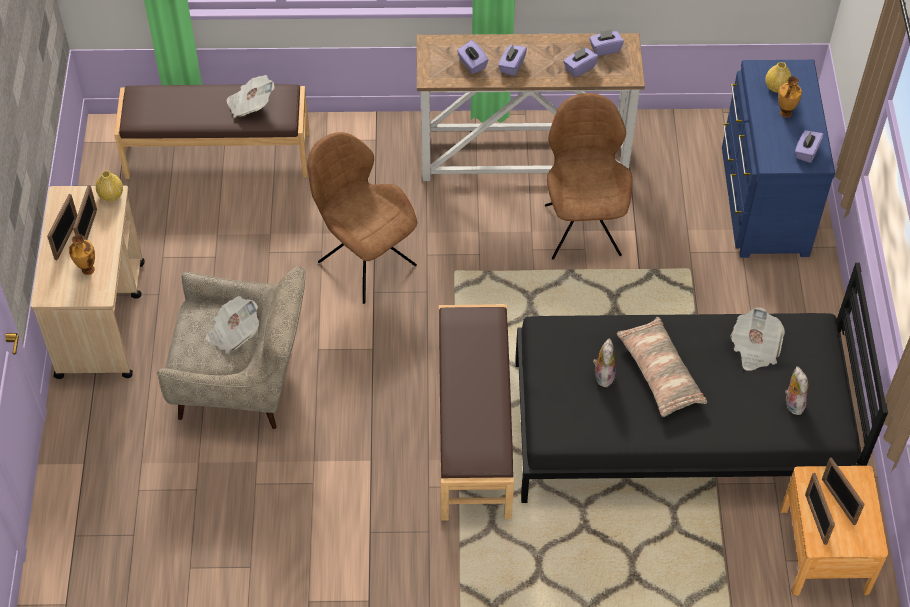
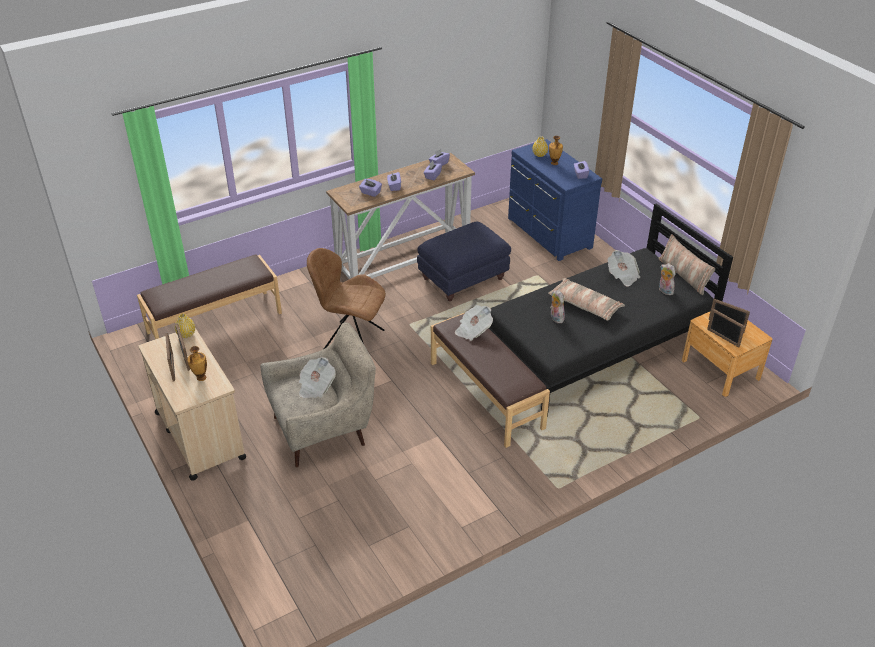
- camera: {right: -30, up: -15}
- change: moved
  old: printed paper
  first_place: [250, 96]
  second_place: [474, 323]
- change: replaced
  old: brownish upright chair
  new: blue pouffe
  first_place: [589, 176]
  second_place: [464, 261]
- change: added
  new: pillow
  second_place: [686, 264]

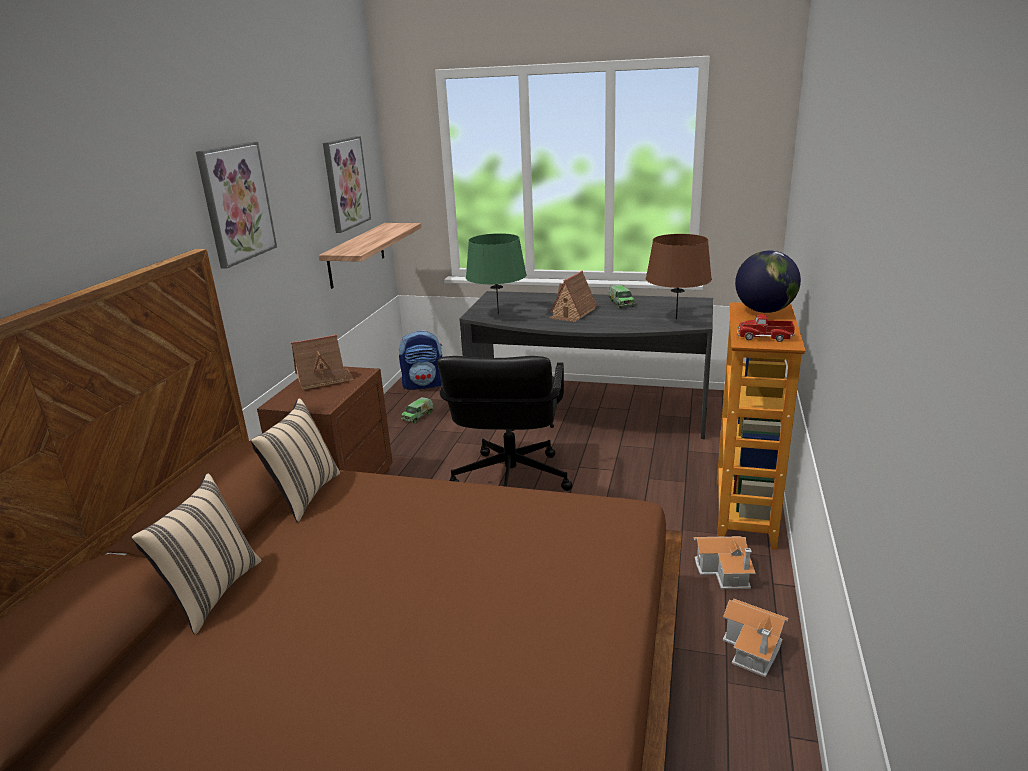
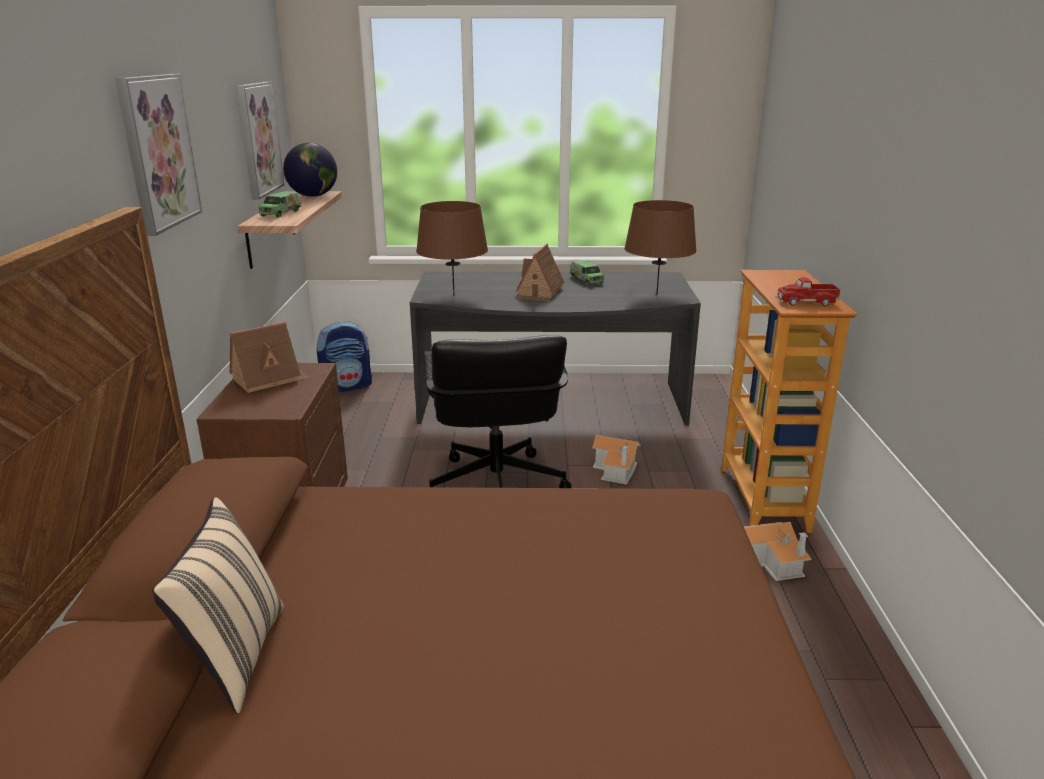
- camera: {right: -15, up: 0}
- change: removed
  old: beige-coloured pillow
  first_place: [295, 460]
- change: moved
  old: toy truck
  first_place: [417, 410]
  second_place: [280, 204]
- change: recoloured
  old: greenish table lamp
  new: brownish table lamp
  first_place: [496, 274]
  second_place: [452, 248]
- change: moved
  old: toy house
  first_place: [755, 638]
  second_place: [616, 460]
- change: moved
  old: world globe
  first_place: [768, 282]
  second_place: [310, 170]

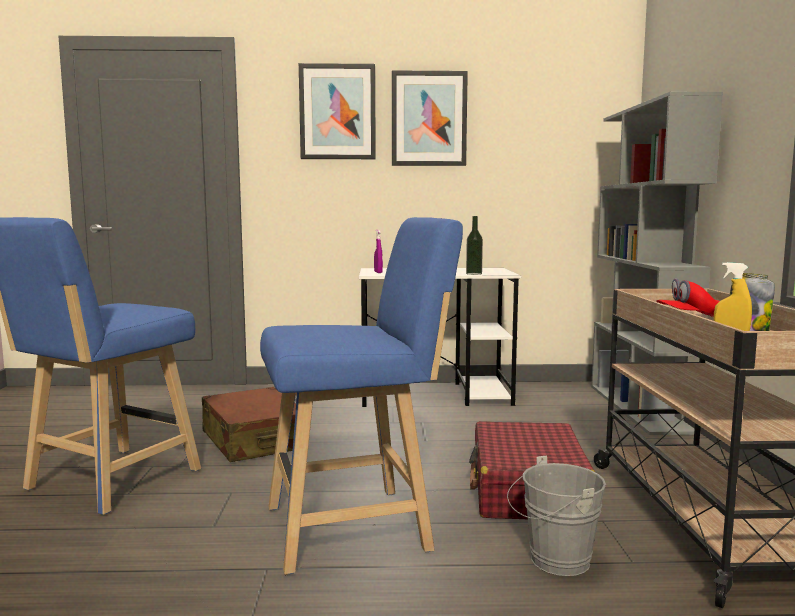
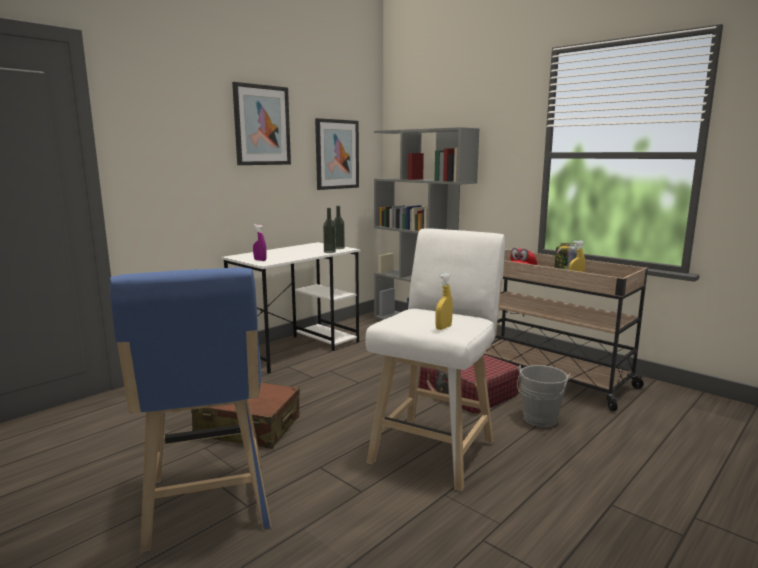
- camera: {right: -45, up: 5}
- change: recoloured
  old: blue stool
  new: whitish stool
  first_place: [361, 396]
  second_place: [435, 359]
- change: moved
  old: picture
  first_place: [337, 111]
  second_place: [337, 154]
- change: added
  new: bottle
  second_place: [339, 227]
- change: added
  new: yellow sprayer
  second_place: [444, 301]

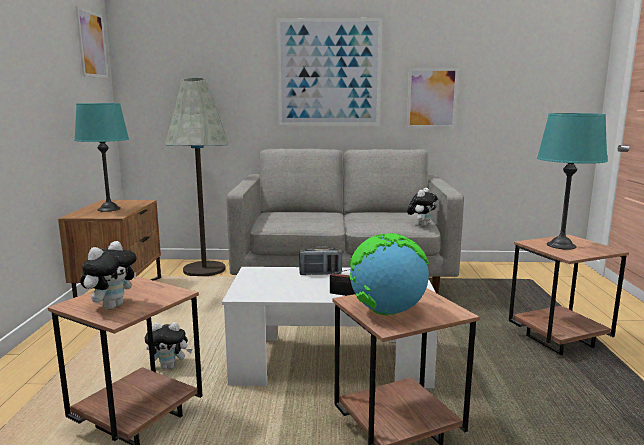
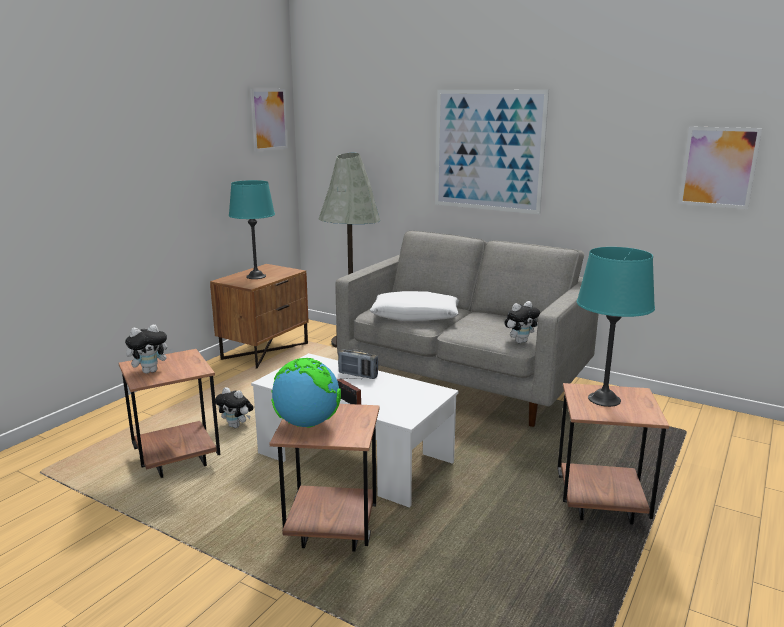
- camera: {right: 30, up: 5}
- change: moved
  old: picture
  first_place: [433, 98]
  second_place: [720, 167]
- change: added
  new: whitish pillow
  second_place: [414, 306]

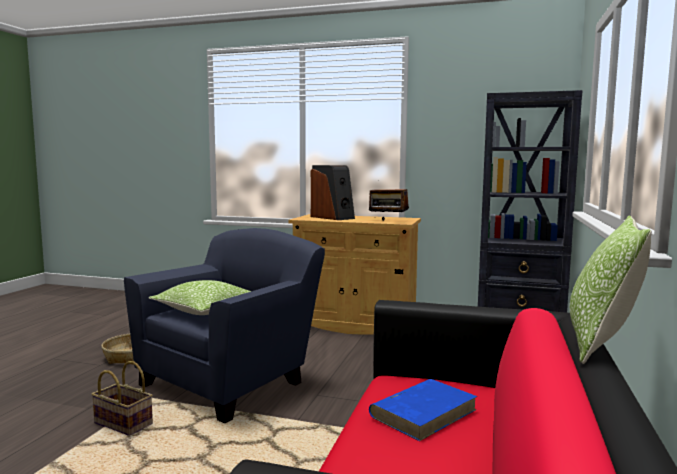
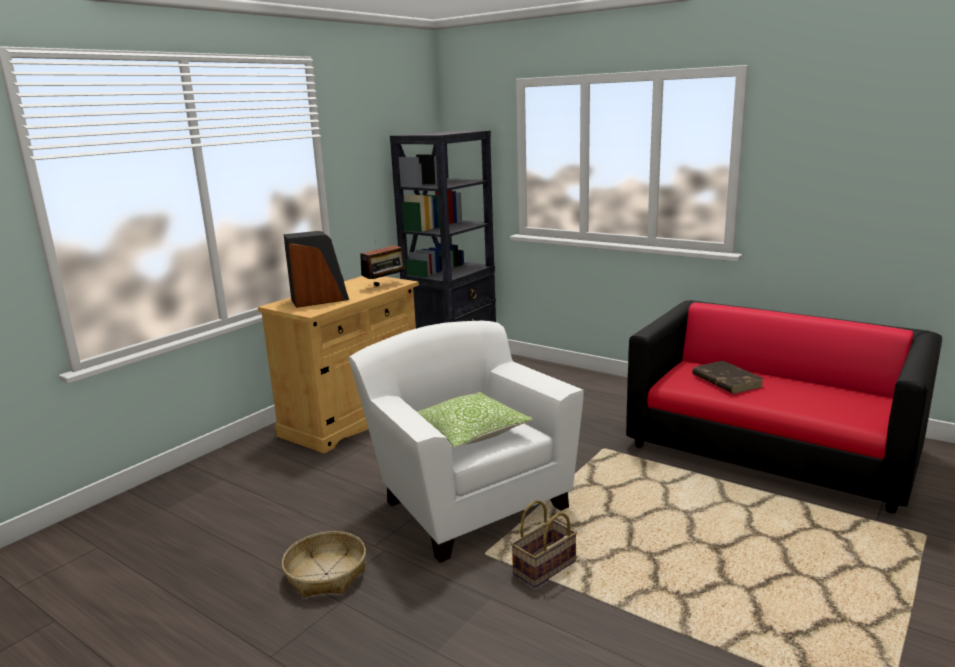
- camera: {right: -70, up: 10}
- change: recoloured
  old: blue lounge chair
  new: whitish lounge chair
  first_place: [224, 325]
  second_place: [466, 442]
- change: recoloured
  old: blue volume
  new: brownish volume
  first_place: [423, 410]
  second_place: [728, 377]
- change: removed
  old: pillow
  first_place: [611, 289]

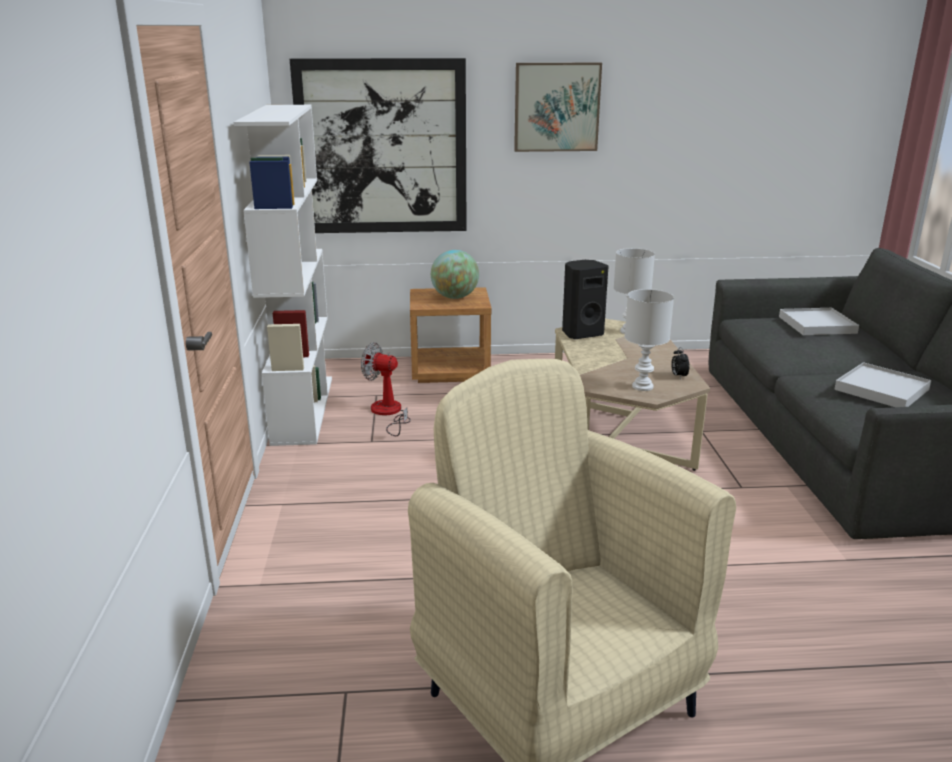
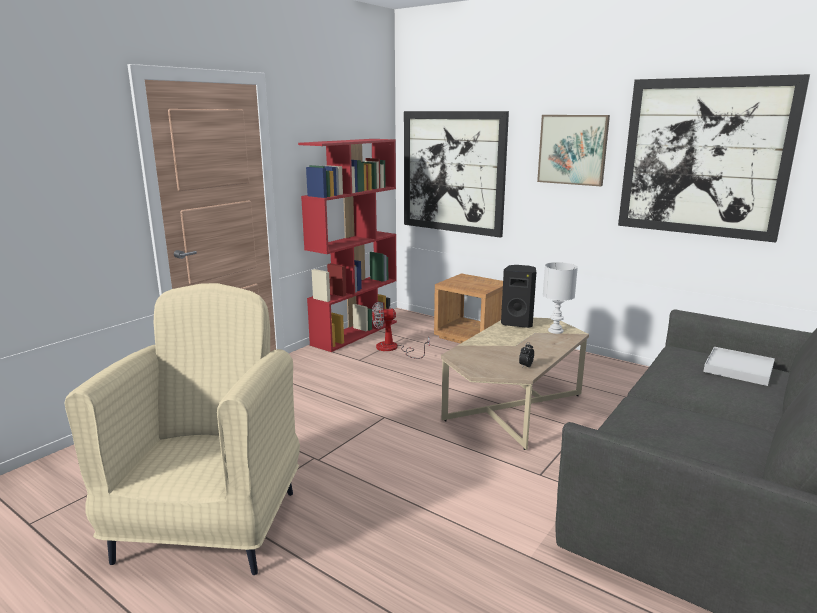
- camera: {right: 40, up: -5}
- change: recoloured
  old: whitish bookshelf
  new: red bookshelf
  first_place: [283, 275]
  second_place: [347, 245]
- change: turned
  old: fan
  first_place: [386, 389]
  second_place: [401, 330]
  degrees: -75
- change: removed
  old: world globe
  first_place: [455, 274]
- change: removed
  old: whitish table lamp
  first_place: [649, 340]
- change: removed
  old: whitish tray
  first_place: [882, 384]
- change: added
  new: picture
  second_place: [714, 158]

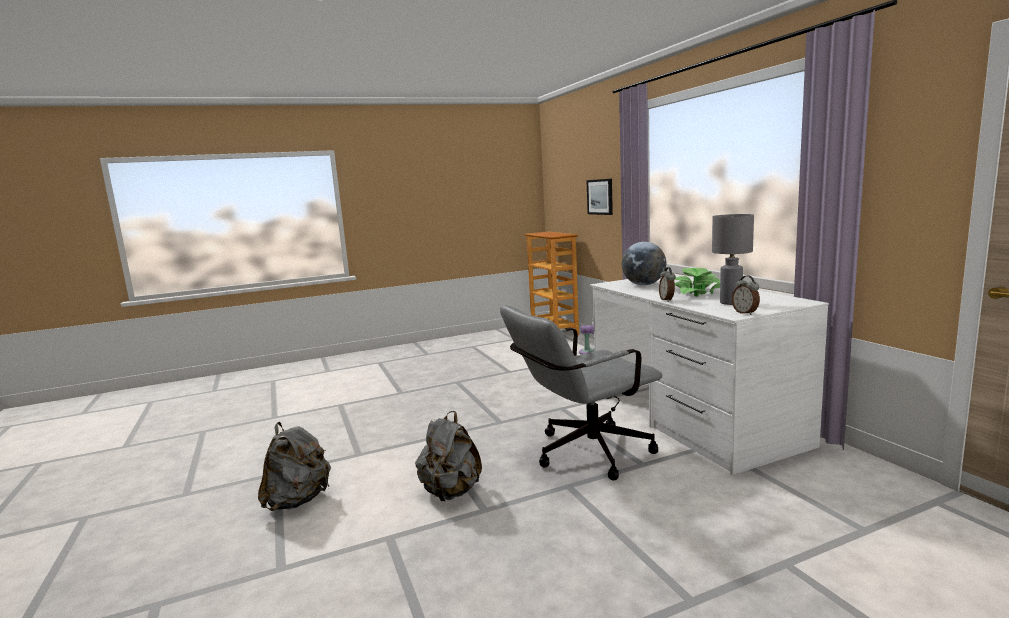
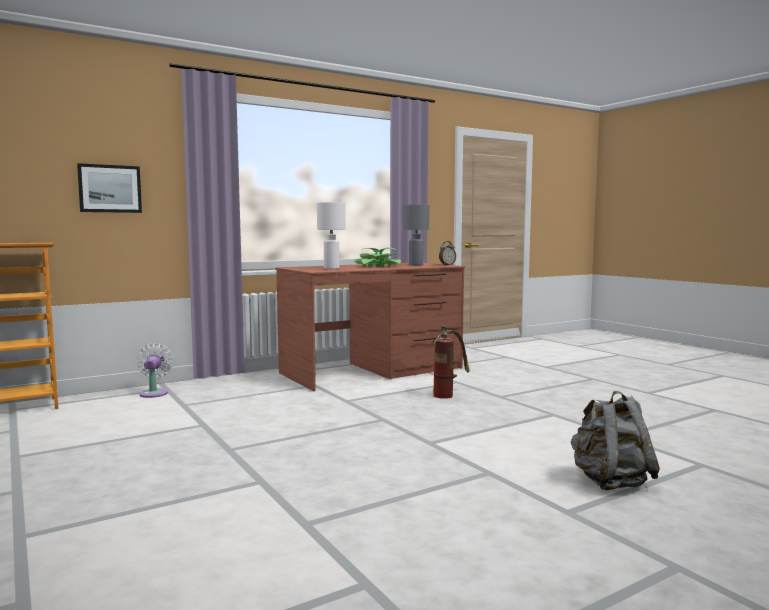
- camera: {right: -100, up: -5}
- change: removed
  old: greyish knapsack
  first_place: [448, 456]
- change: replaced
  old: greyish office chair
  new: fire-fighting cylinder
  first_place: [581, 392]
  second_place: [450, 362]
- change: recoloured
  old: whitish desk
  new: brownish desk
  first_place: [709, 375]
  second_place: [370, 327]
- change: replaced
  old: world globe
  new: whitish table lamp
  first_place: [644, 263]
  second_place: [331, 235]
- change: removed
  old: bedside clock
  first_place: [667, 284]

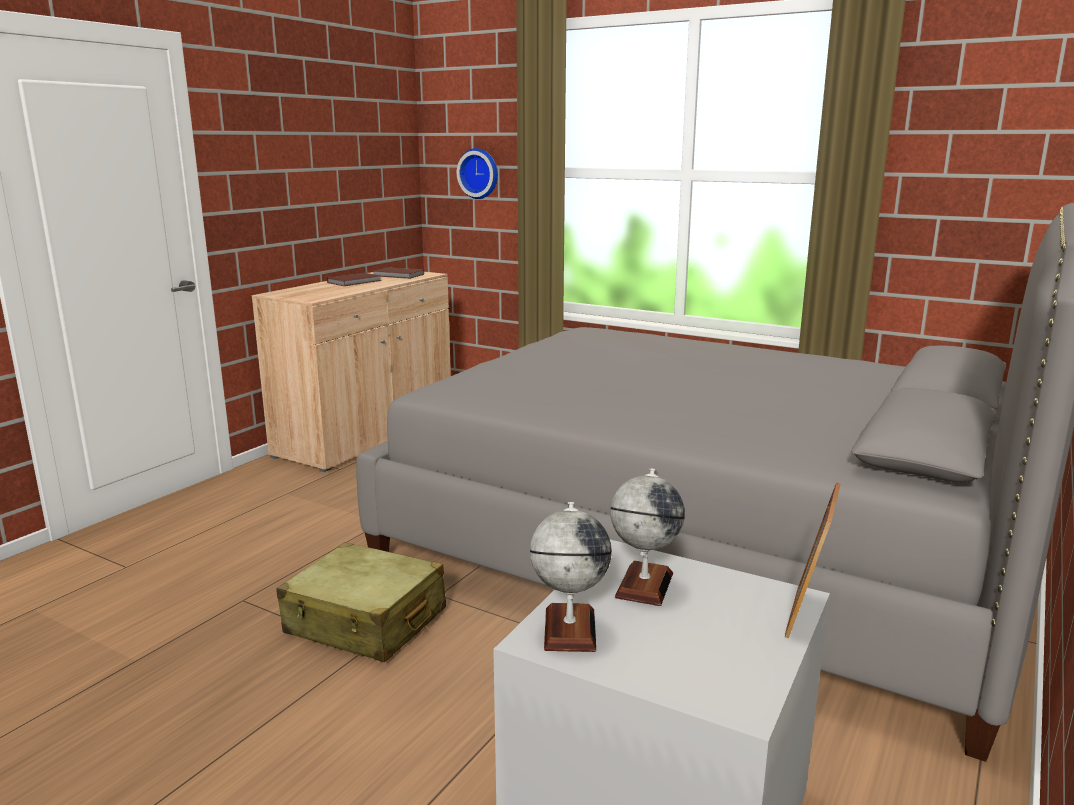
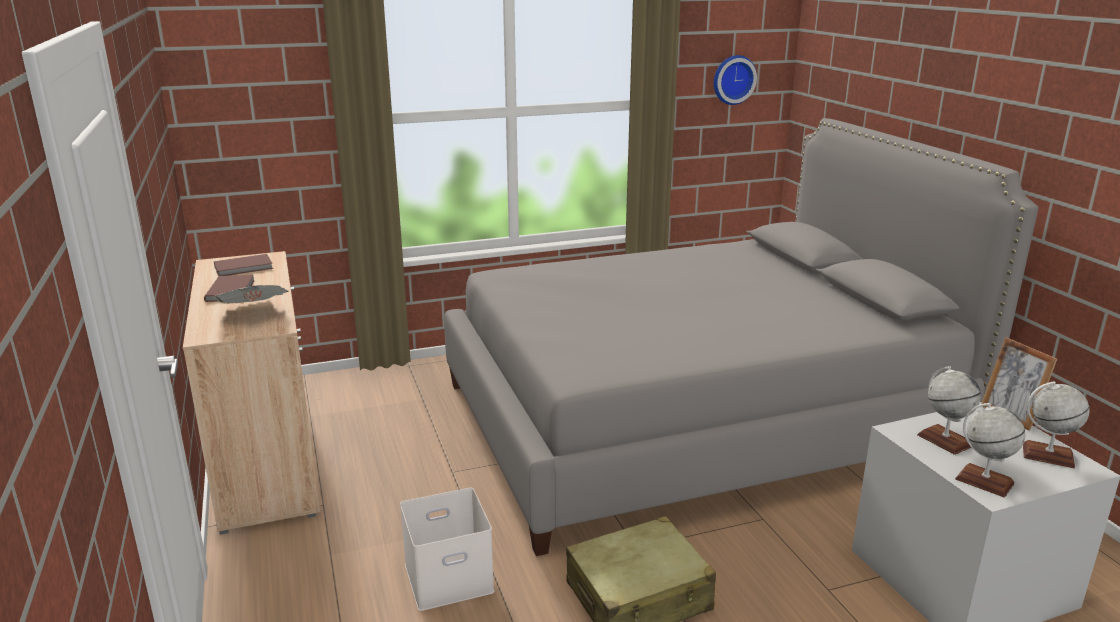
- camera: {right: -50, up: 5}
- change: moved
  old: wall clock
  first_place: [477, 173]
  second_place: [735, 80]
- change: added
  new: printed paper
  second_place: [249, 294]
- change: added
  new: whitish storage box
  second_place: [447, 549]
- change: added
  new: world globe
  second_place: [1056, 424]

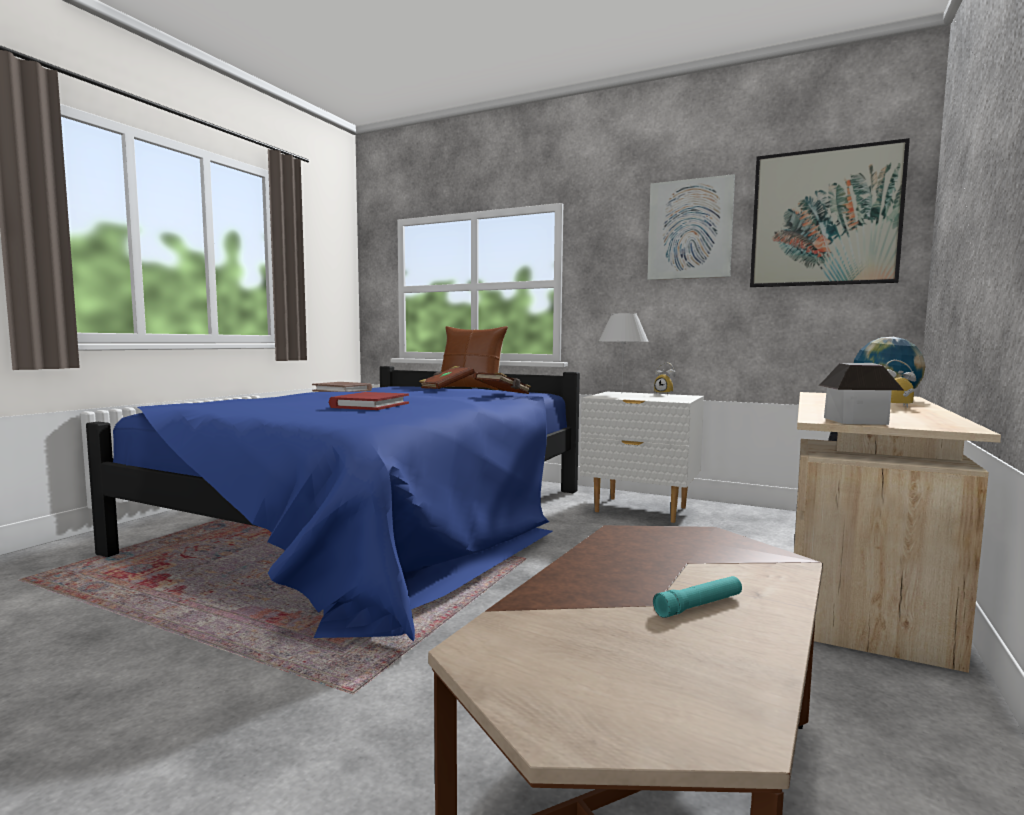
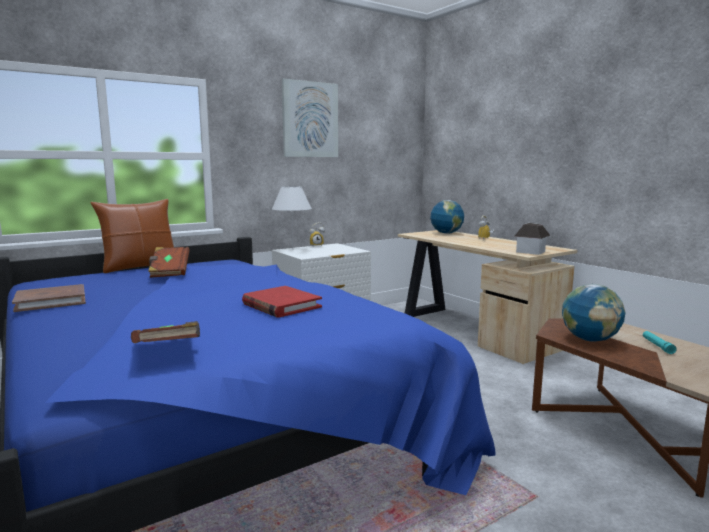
- camera: {right: -60, up: 5}
- change: moved
  old: brownish volume
  first_place: [502, 383]
  second_place: [165, 332]
- change: removed
  old: picture
  first_place: [830, 212]
- change: added
  new: world globe
  second_place: [593, 313]

